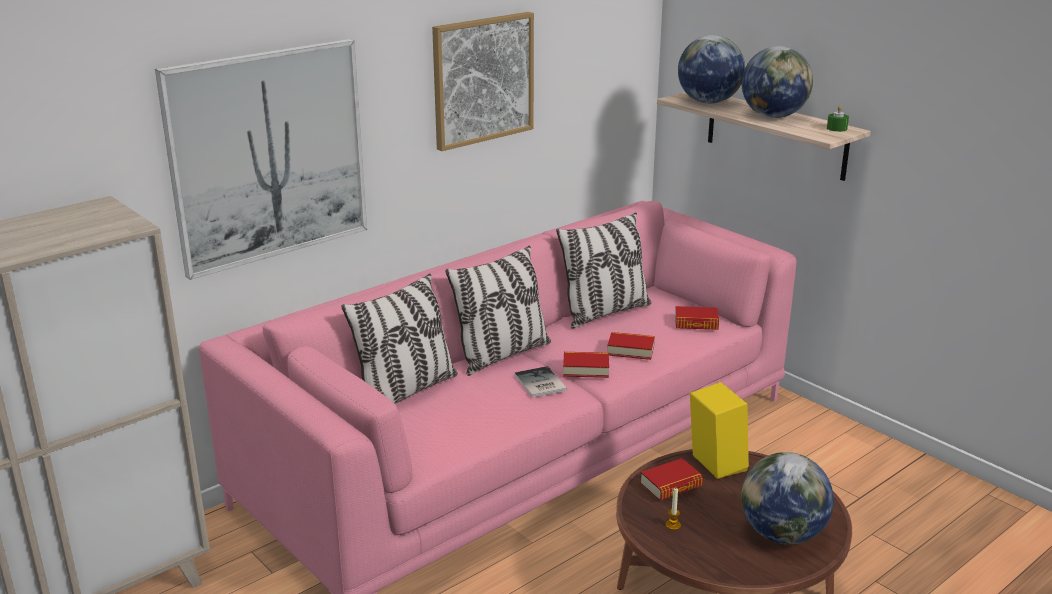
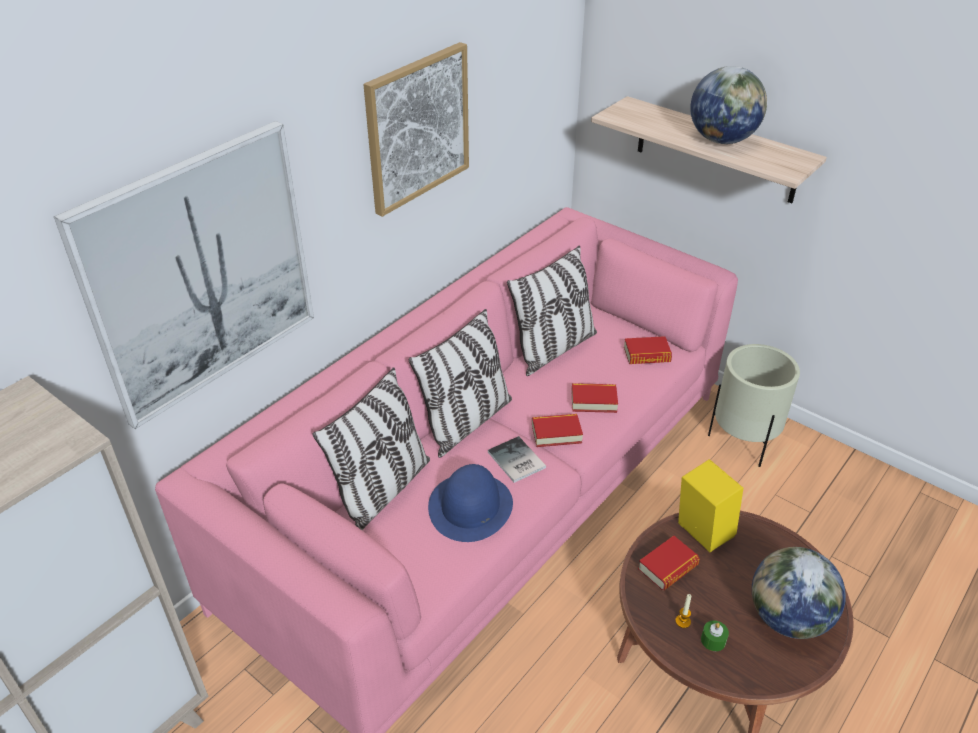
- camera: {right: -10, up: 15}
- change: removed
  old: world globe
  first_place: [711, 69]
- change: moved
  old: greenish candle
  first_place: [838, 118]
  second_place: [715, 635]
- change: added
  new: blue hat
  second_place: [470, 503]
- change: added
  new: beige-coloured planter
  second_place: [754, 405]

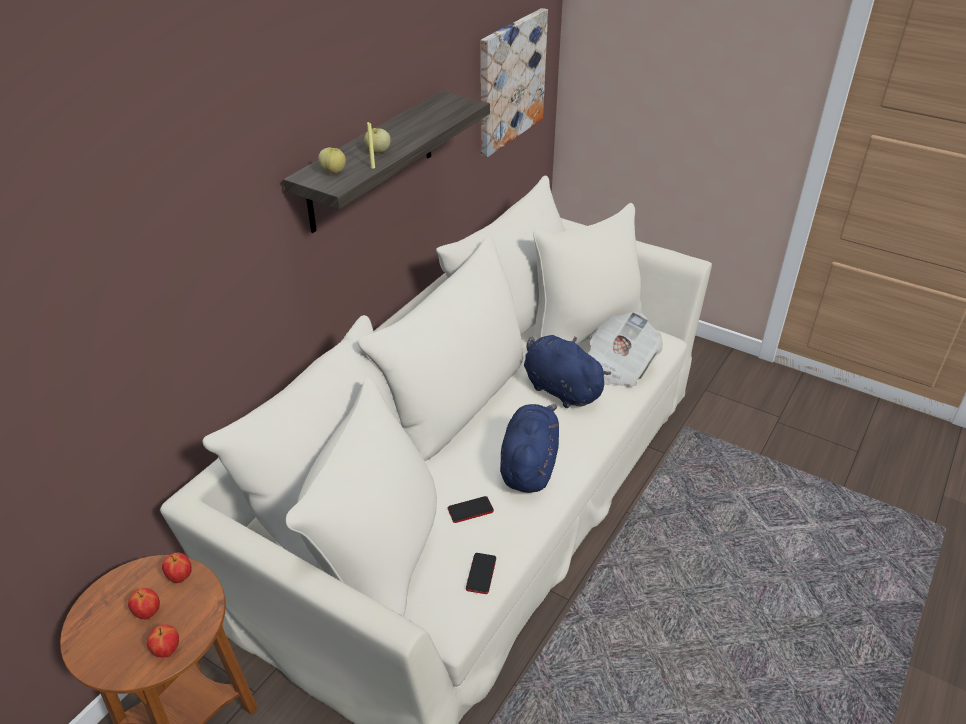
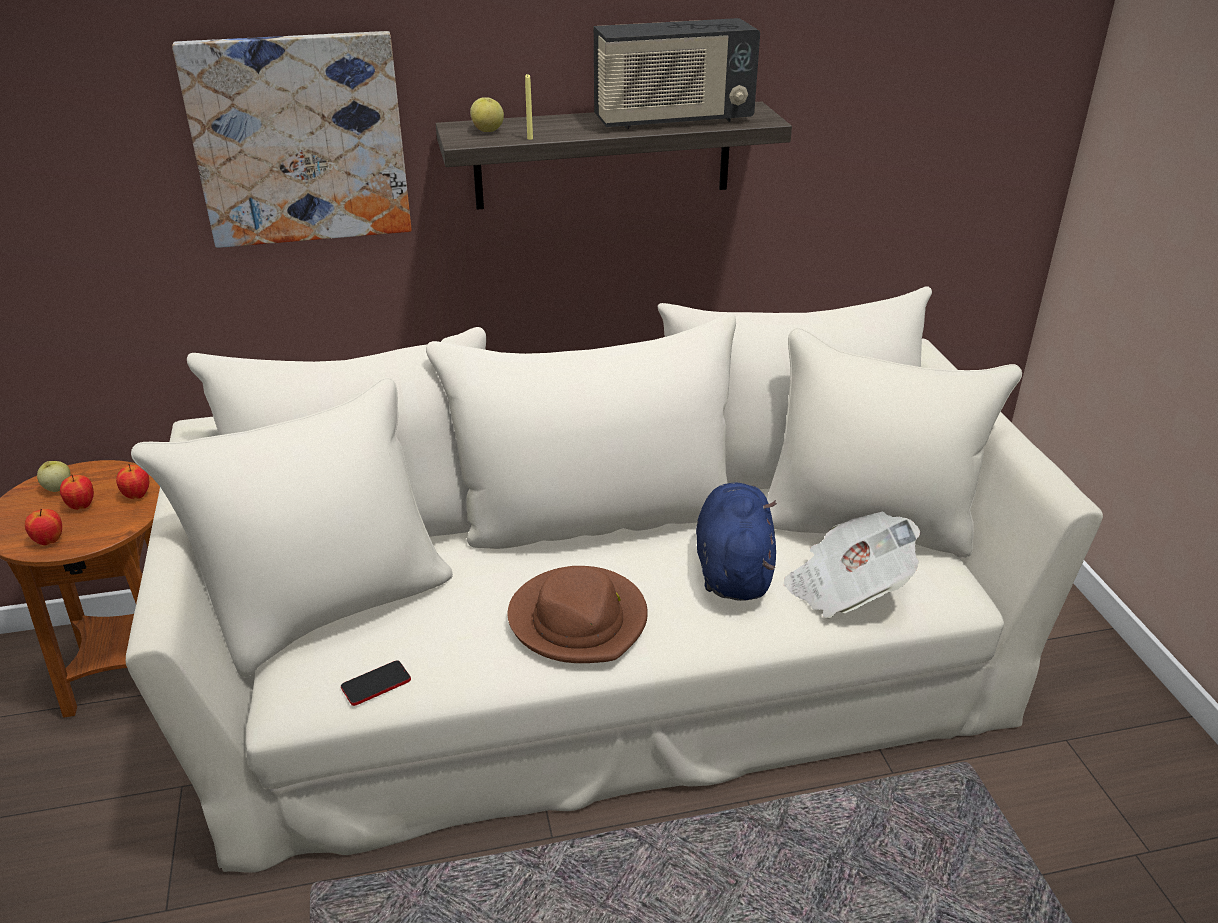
- camera: {right: 45, up: -5}
- change: moved
  old: whole apple
  first_place: [377, 140]
  second_place: [54, 476]
- change: removed
  old: phone
  first_place: [471, 509]
- change: moved
  old: picture
  first_place: [514, 82]
  second_place: [291, 139]
- change: replaced
  old: blue plush toy
  new: brownish hat
  first_place: [529, 448]
  second_place: [578, 614]
- change: added
  new: radio set
  second_place: [677, 73]

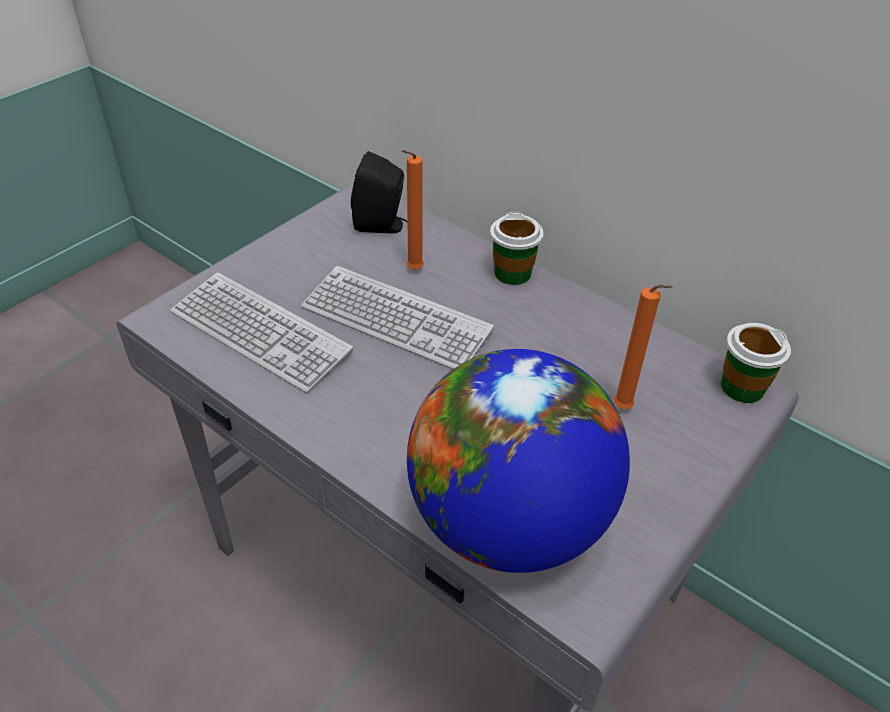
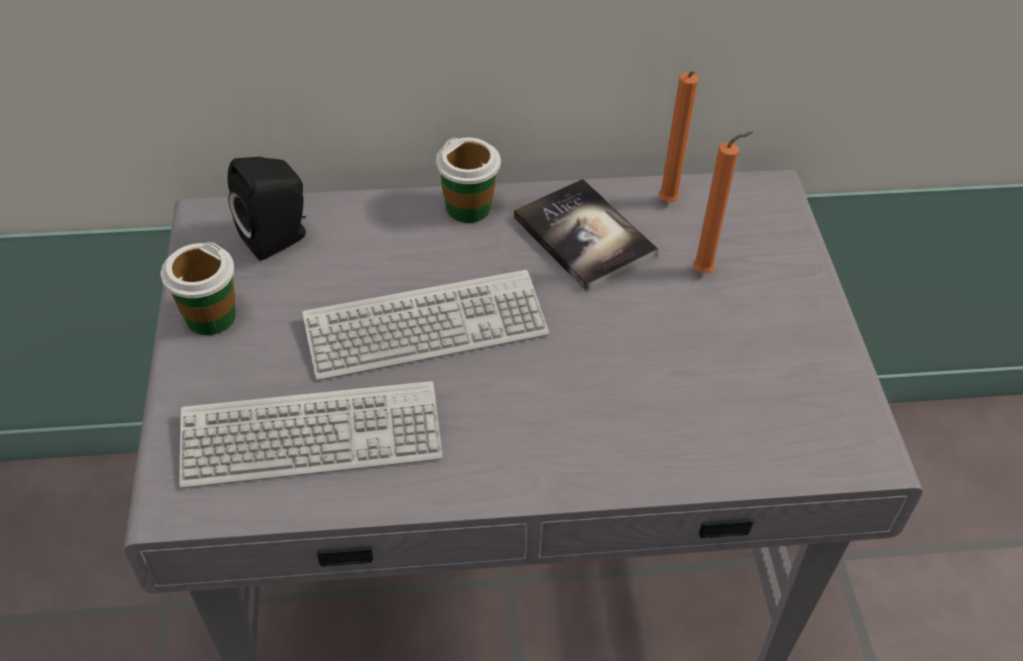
- camera: {right: -45, up: 5}
- change: moved
  old: orange-coloured candle
  first_place: [413, 210]
  second_place: [678, 136]
- change: removed
  old: world globe
  first_place: [518, 461]
- change: moved
  old: cup
  first_place: [756, 363]
  second_place: [198, 288]
- change: added
  new: volume
  second_place: [586, 235]

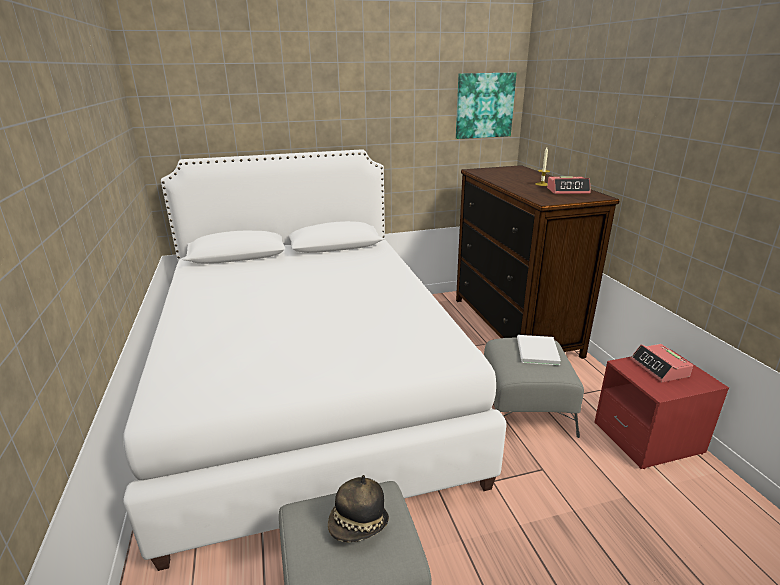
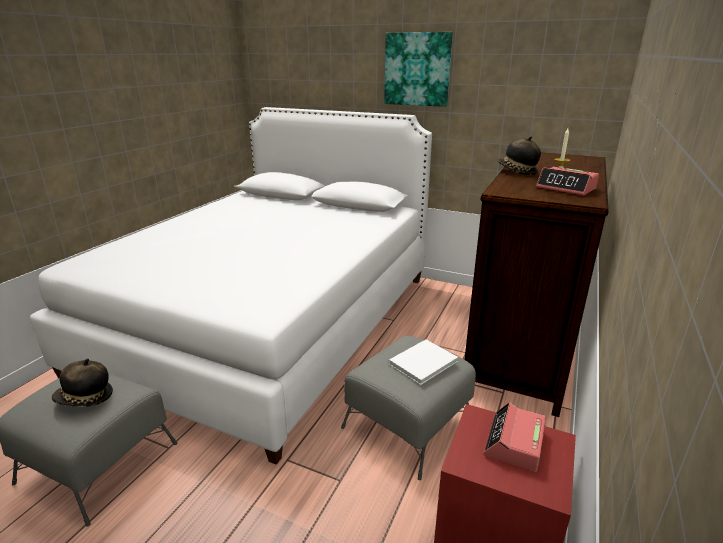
- camera: {right: 40, up: 0}
- change: moved
  old: picture
  first_place: [486, 106]
  second_place: [418, 69]
- change: added
  new: hat
  second_place: [519, 155]

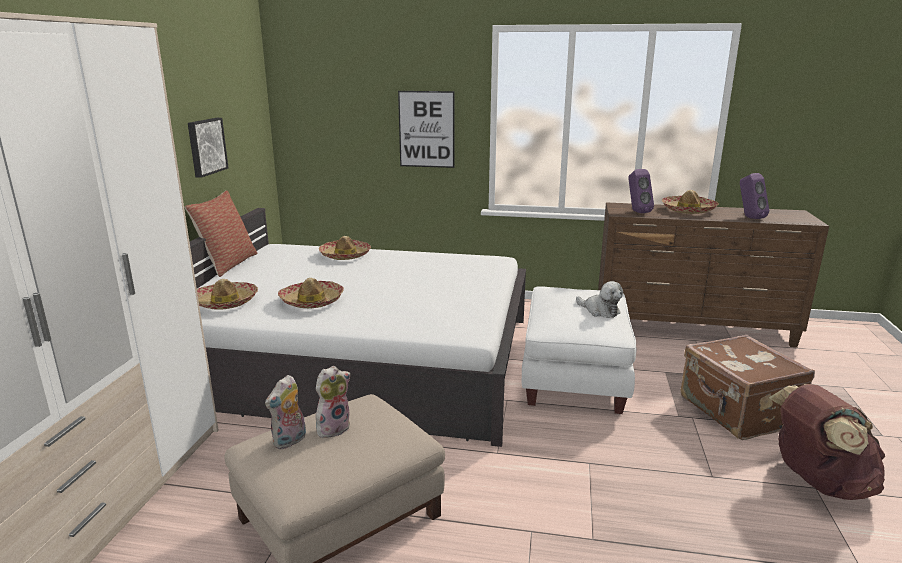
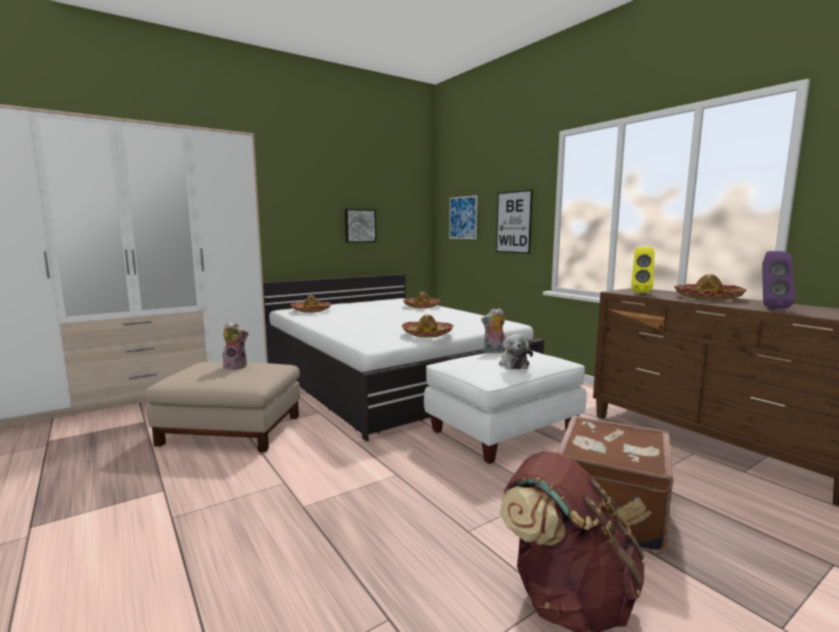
- camera: {right: 45, up: -10}
- change: removed
  old: pillow
  first_place: [221, 233]
- change: moved
  old: plush toy
  first_place: [285, 412]
  second_place: [493, 330]
- change: moved
  old: hat
  first_place: [311, 293]
  second_place: [428, 326]
- change: recoloured
  old: purplish loudspeaker
  new: yellow loudspeaker
  first_place: [641, 191]
  second_place: [643, 270]
- change: added
  new: picture
  second_place: [463, 217]

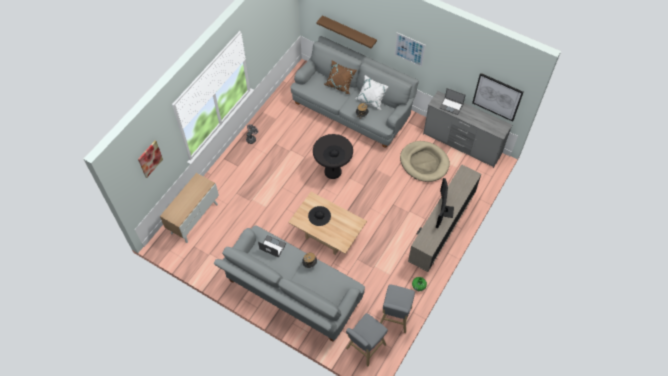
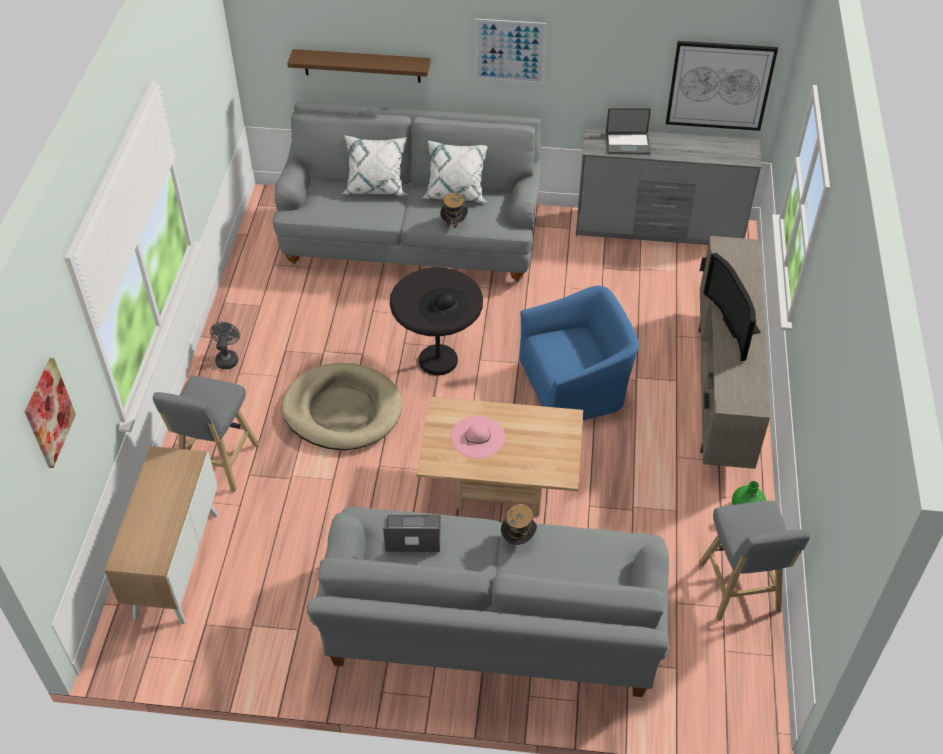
- camera: {right: -25, up: -10}
- change: recoloured
  old: blackish hat
  new: pinkish hat
  first_place: [319, 216]
  second_place: [478, 437]
- change: recoloured
  old: brownish pillow
  new: whitish pillow
  first_place: [340, 77]
  second_place: [374, 165]
- change: moved
  old: greyish stool
  first_place: [367, 339]
  second_place: [206, 434]
- change: moved
  old: beige-coloured dog cushion
  first_place: [425, 161]
  second_place: [341, 406]
- change: added
  new: blue lounge chair
  second_place: [579, 353]

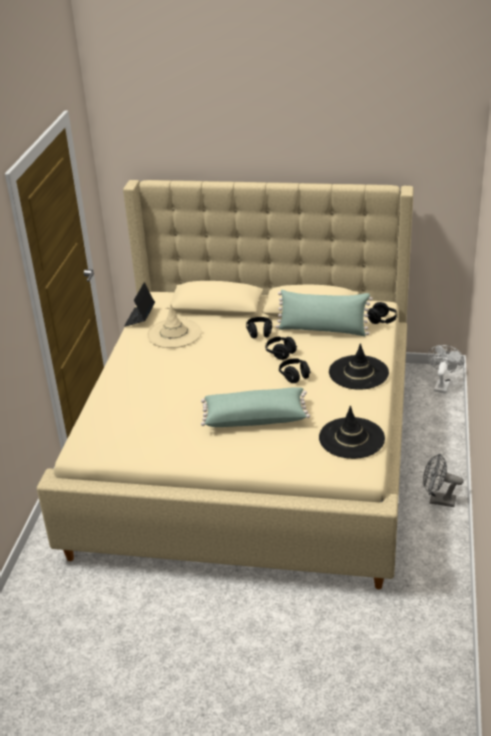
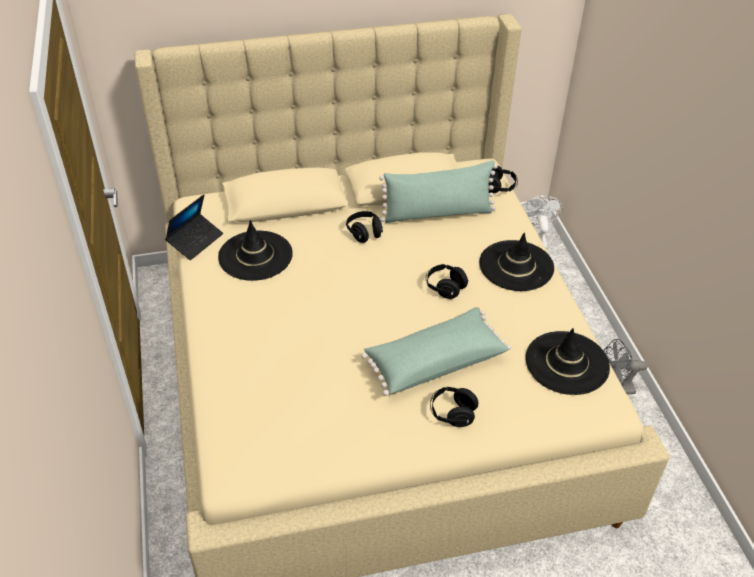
- camera: {right: -25, up: 10}
- change: turned
  old: notebook computer
  first_place: [139, 304]
  second_place: [194, 227]
  degrees: -135
- change: recoloured
  old: beige-coloured hat
  new: blackish hat
  first_place: [174, 326]
  second_place: [255, 250]
- change: moved
  old: blackish headset
  first_place: [281, 348]
  second_place: [454, 407]

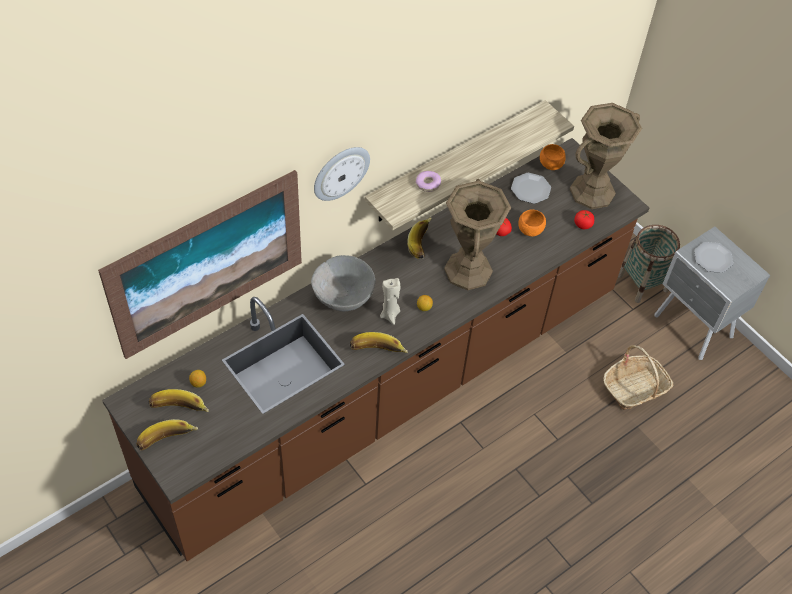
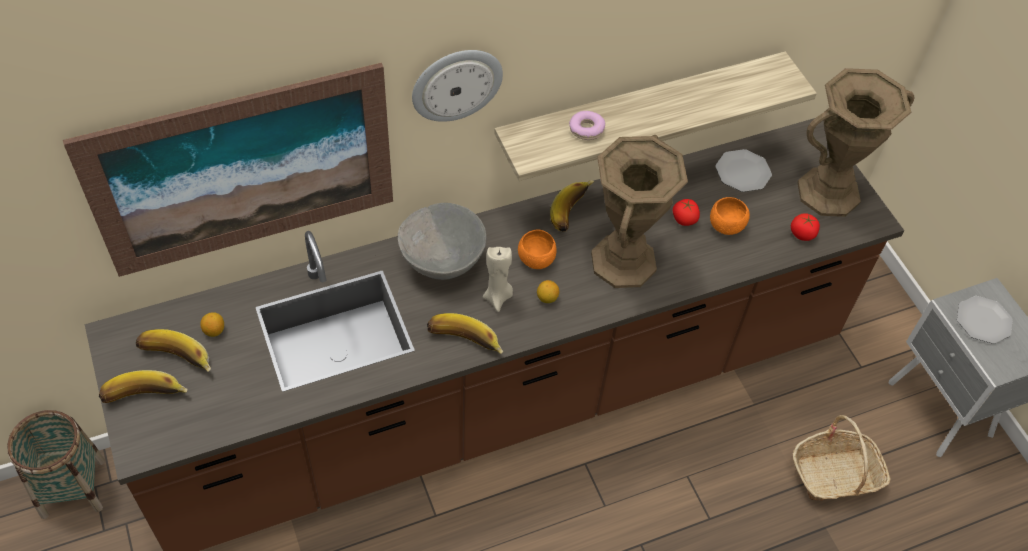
- camera: {right: 15, up: 0}
- change: moved
  old: orange-coloured bowl
  first_place: [553, 157]
  second_place: [537, 249]
- change: moved
  old: storage basket
  first_place: [649, 264]
  second_place: [56, 464]

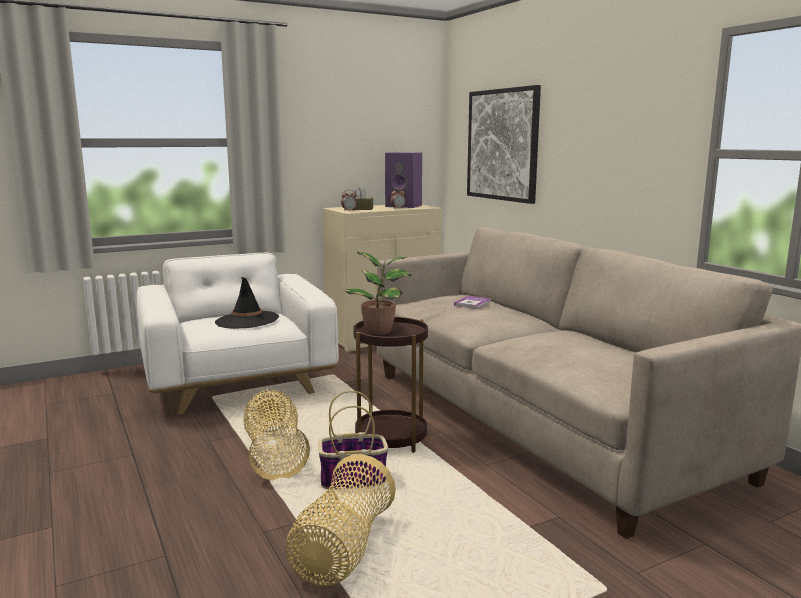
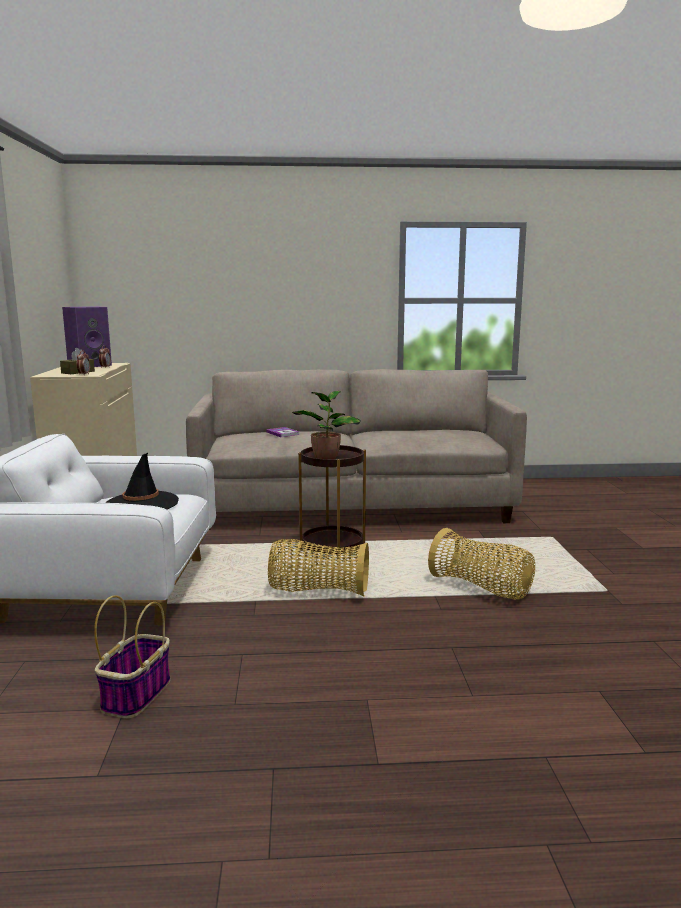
- camera: {right: -65, up: 0}
- change: moved
  old: storage basket
  first_place: [353, 439]
  second_place: [132, 656]
- change: removed
  old: picture
  first_place: [504, 144]

